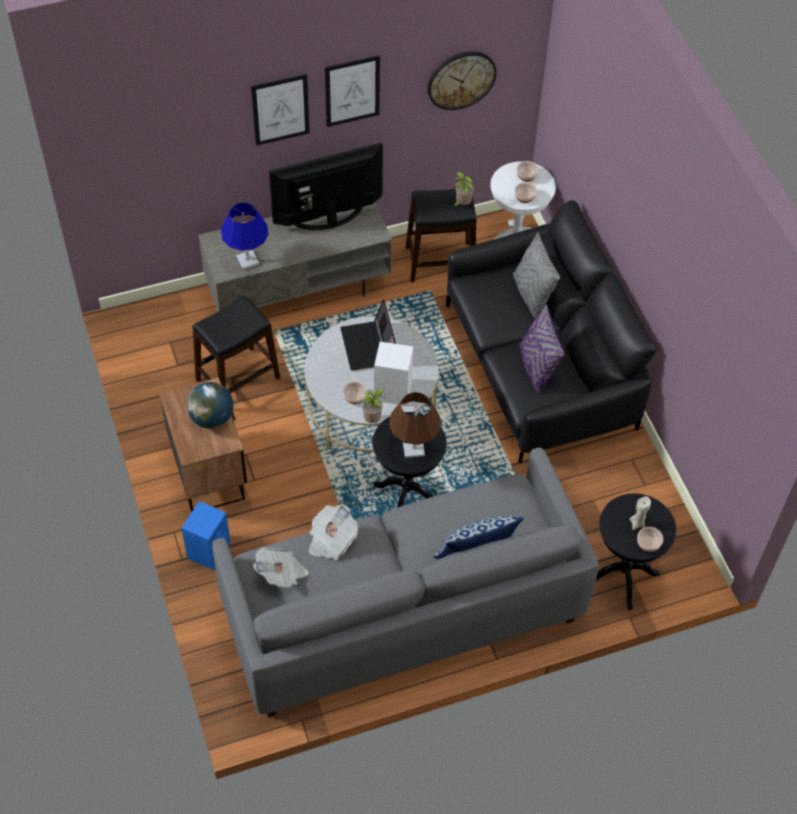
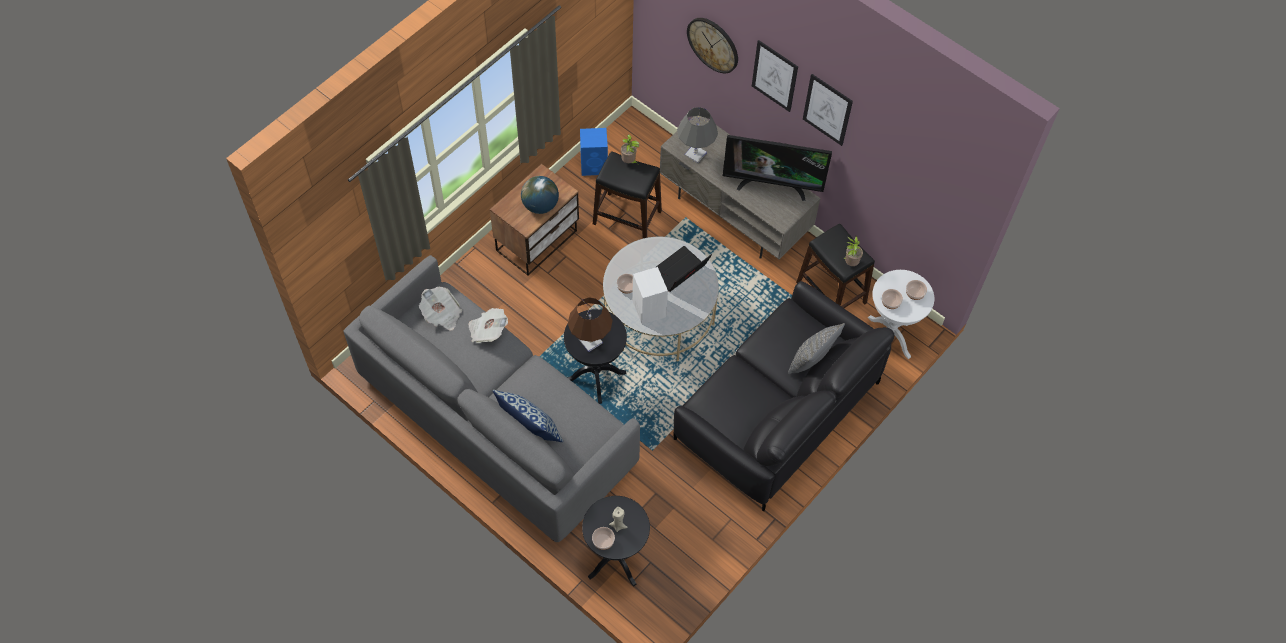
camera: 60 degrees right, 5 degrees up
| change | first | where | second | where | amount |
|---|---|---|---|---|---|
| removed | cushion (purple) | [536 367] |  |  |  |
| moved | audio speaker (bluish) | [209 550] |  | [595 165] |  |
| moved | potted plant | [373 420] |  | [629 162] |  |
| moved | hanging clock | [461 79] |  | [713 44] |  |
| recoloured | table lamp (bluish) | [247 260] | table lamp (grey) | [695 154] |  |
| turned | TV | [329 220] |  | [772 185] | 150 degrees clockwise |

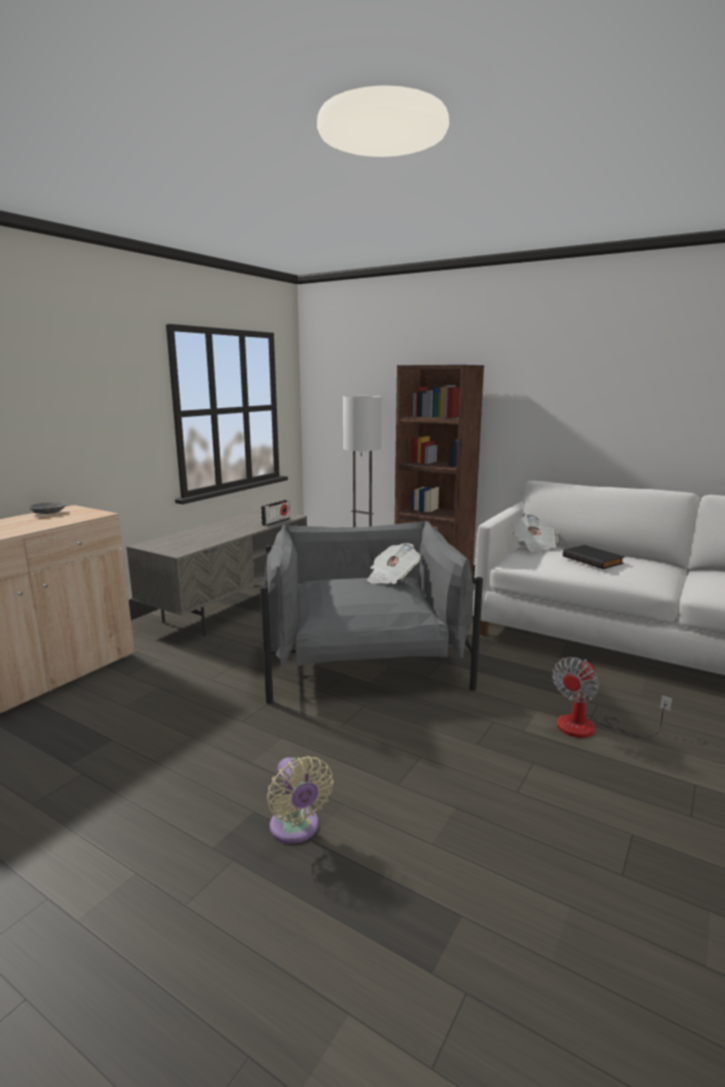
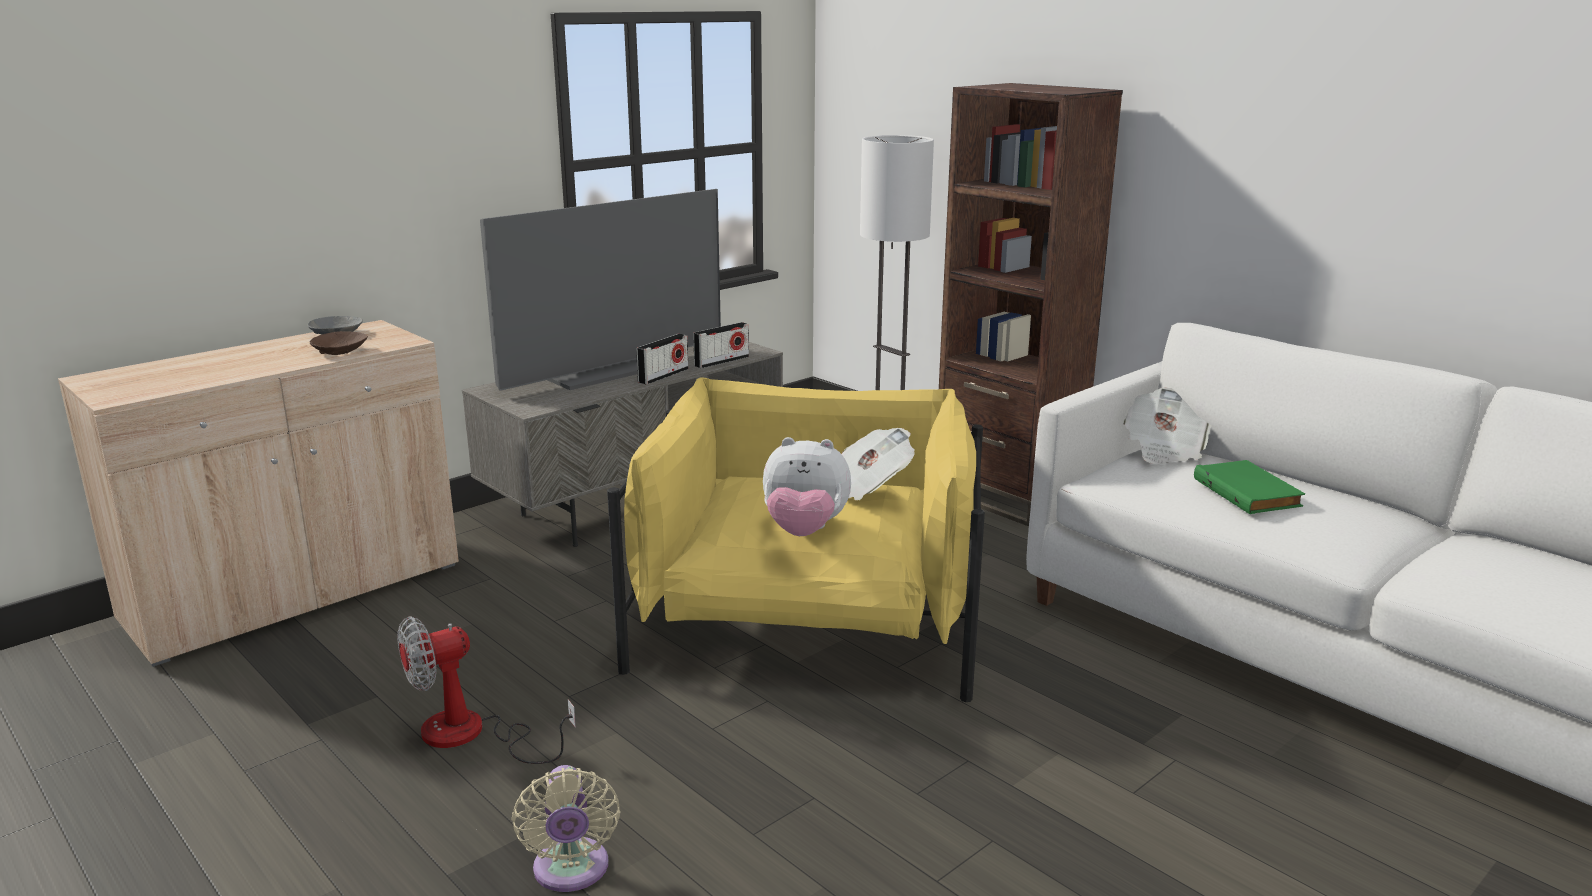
camera: 15 degrees right, 5 degrees up
| change | first | where | second | where | amount |
|---|---|---|---|---|---|
| added |  |  | deep dish (brown) | [339 351] |  |
| added |  |  | TV | [610 369] |  |
| added |  |  | radio receiver | [663 376] |  |
| added |  |  | plush toy | [804 531] |  |
| moved | electric fan | [590 728] |  | [472 735] |  |
| recoloured | easy chair (grey) | [364 658] | easy chair (yellow) | [810 619] |  |
| recoloured | book (black-coloured) | [593 560] | book (green) | [1249 492] |  |

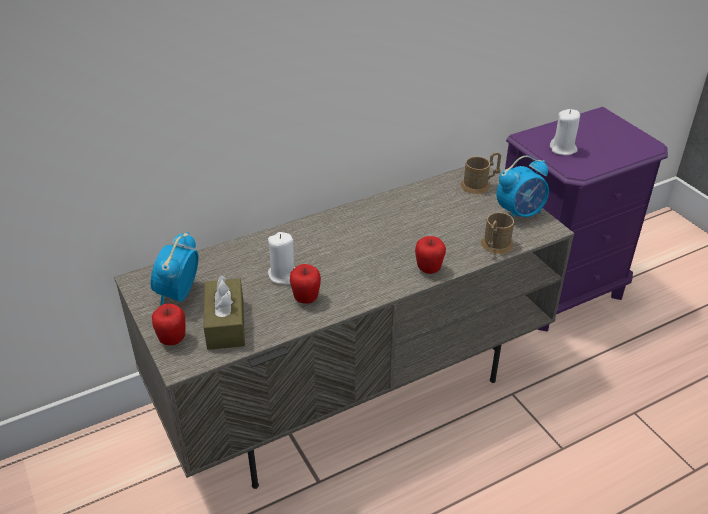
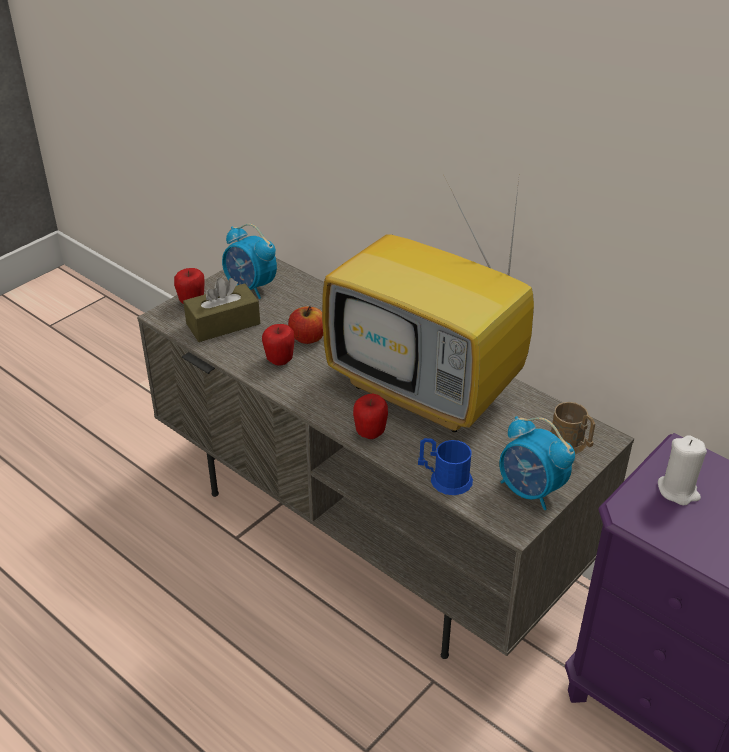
camera: 70 degrees right, 0 degrees up
| change | first | where | second | where | amount |
|---|---|---|---|---|---|
| added |  |  | TV | [428 390] |  |
| replaced | candle (white-coloured) | [283 275] | apple fruit | [308 338] |  |
| recoloured | tea mug (brown) | [495 246] | tea mug (bluish) | [445 479] |  |
| turned | bedside clock | [178 294] |  | [250 288] | 135 degrees counterclockwise |

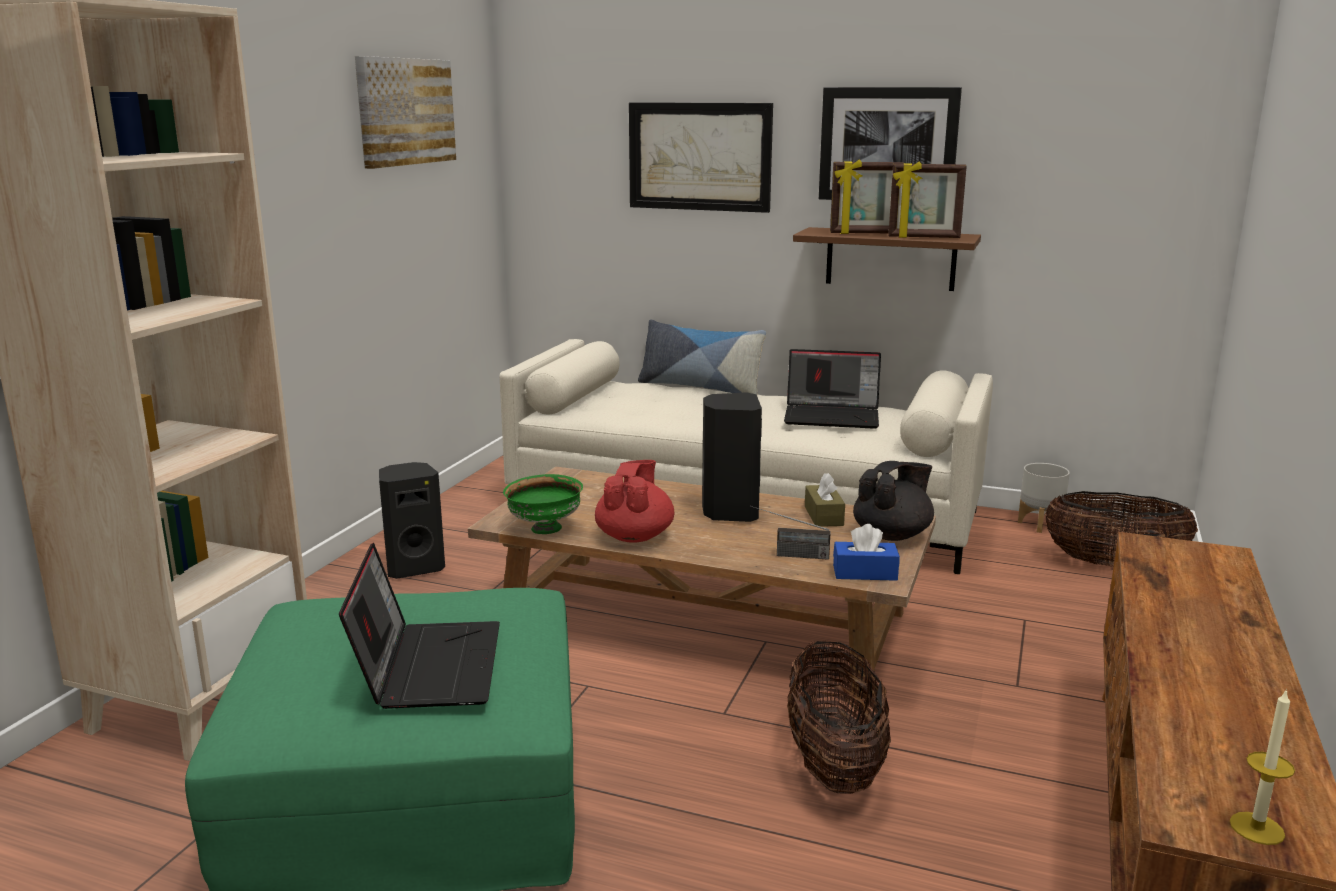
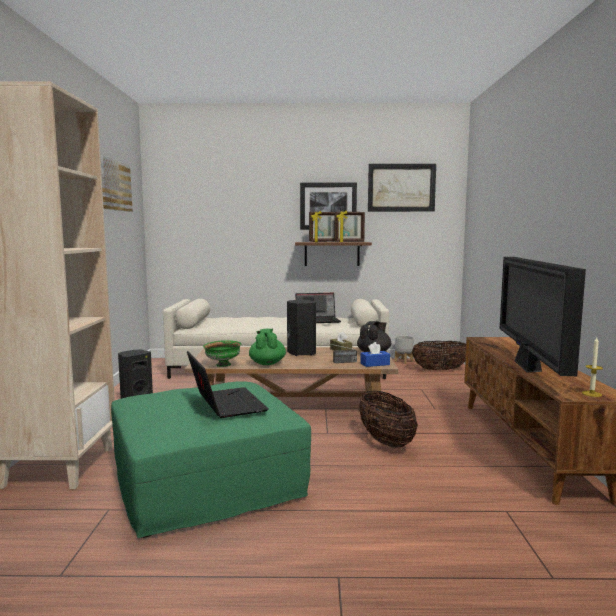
camera: 20 degrees left, 10 degrees down
| change | first | where | second | where | amount |
|---|---|---|---|---|---|
| removed | cushion | [700 387] |  |  |  |
| added |  |  | TV | [527 367] |  |
| moved | wall art | [700 156] |  | [401 188] |  |
| recoloured | tea pot (red-coloured) | [635 536] | tea pot (green) | [267 363] |  |

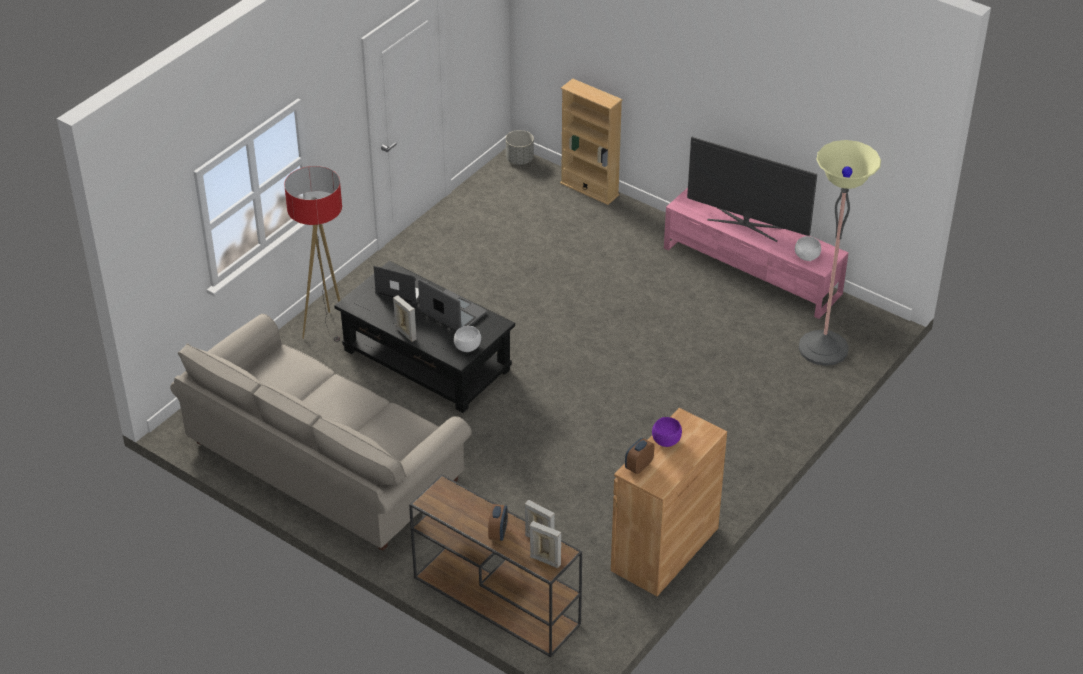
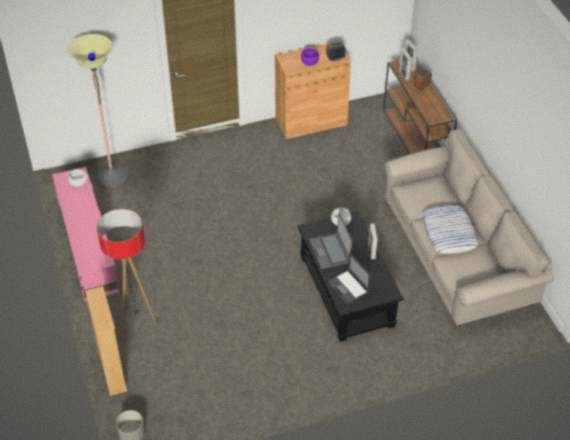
camera: 145 degrees left, 5 degrees up
| change | first | where | second | where | amount |
|---|---|---|---|---|---|
| removed | TV | [746 224] |  |  |  |
| added |  |  | cushion | [449 233] |  |
| moved | standard lamp | [327 329] |  | [136 323] |  |

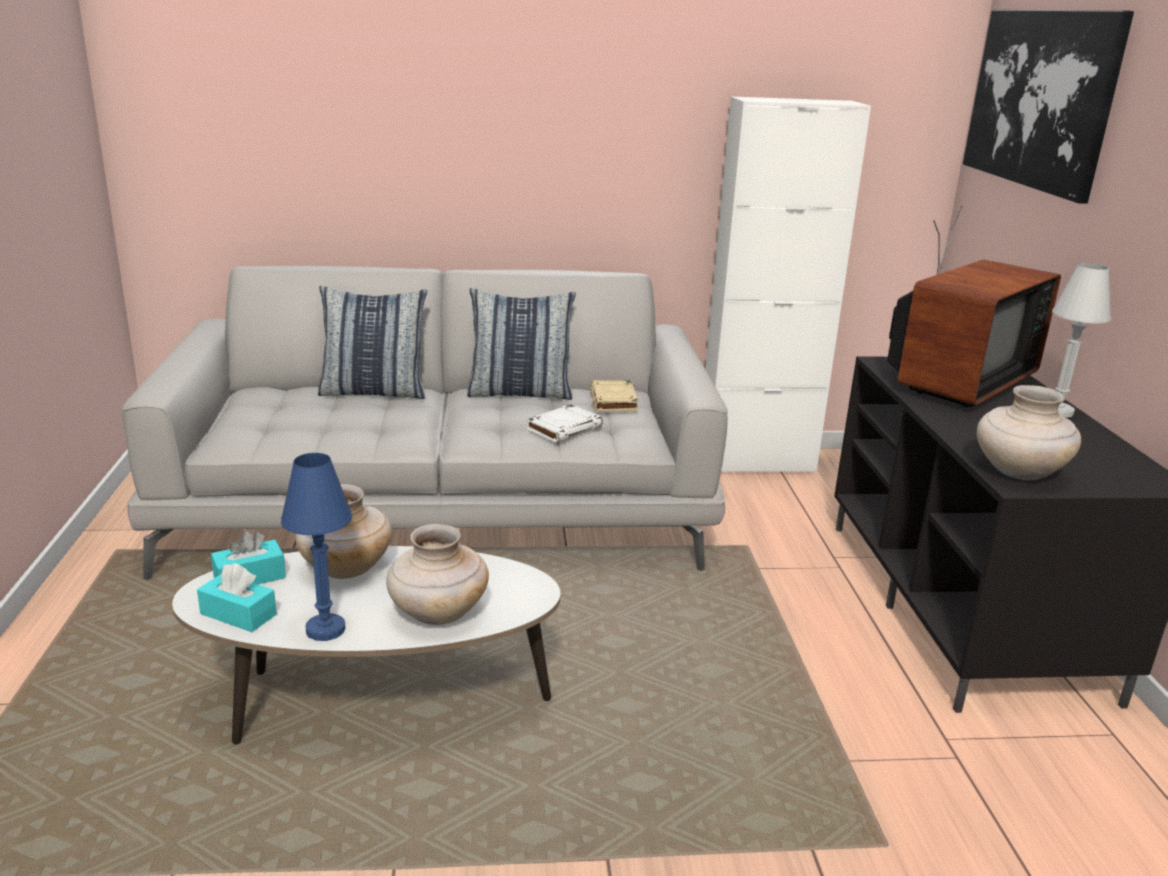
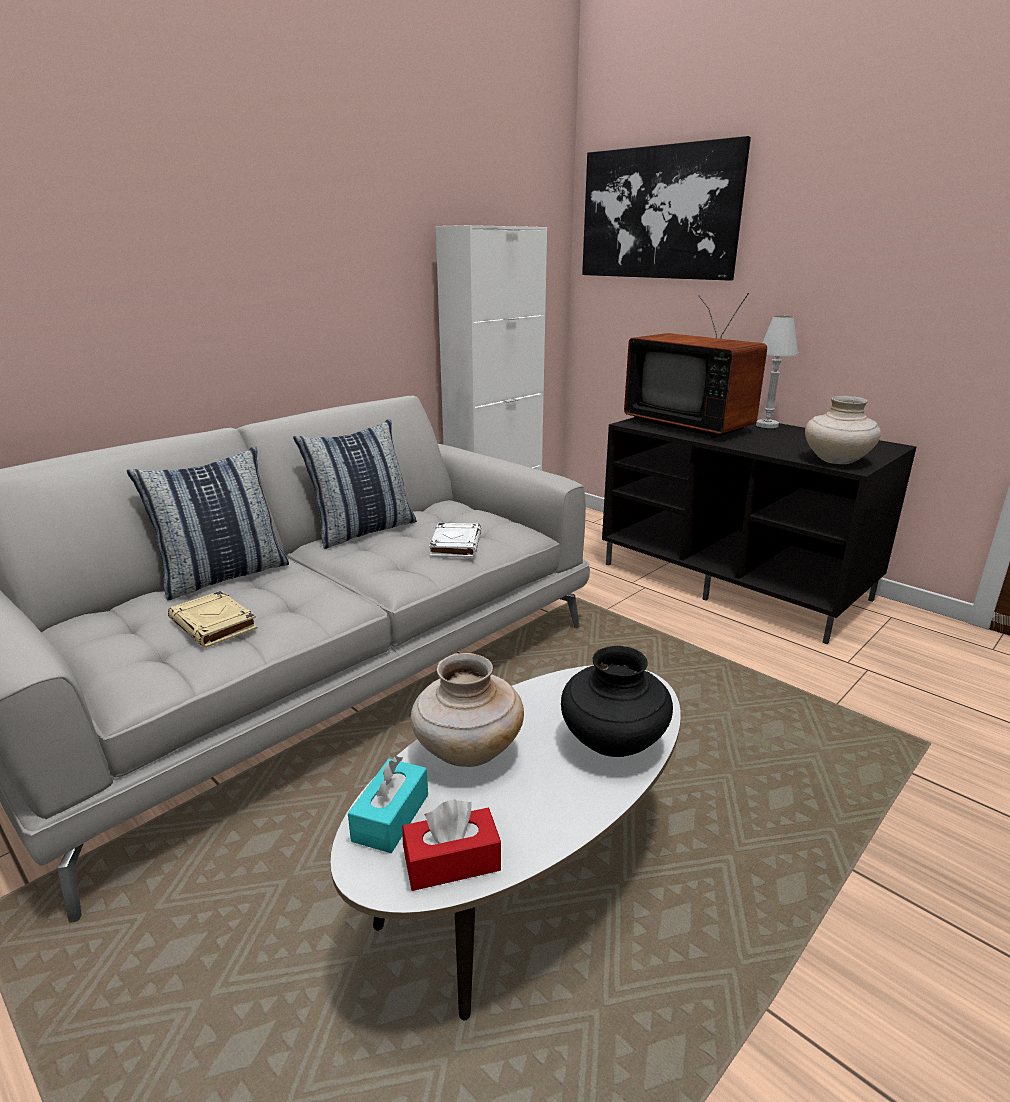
camera: 40 degrees left, 0 degrees up
| change | first | where | second | where | amount |
|---|---|---|---|---|---|
| removed | table lamp (bluish) | [325 629] |  |  |  |
| moved | book (beige-coloured) | [613 401] |  | [214 625] |  |
| recoloured | box of tissues (blue-green) | [238 614] | box of tissues (red-coloured) | [452 862] |  |
| recoloured | decorative vase (beige-coloured) | [437 614] | decorative vase (black-coloured) | [612 743] |  |
| turned | TV | [954 383] |  | [691 425] | 135 degrees clockwise |

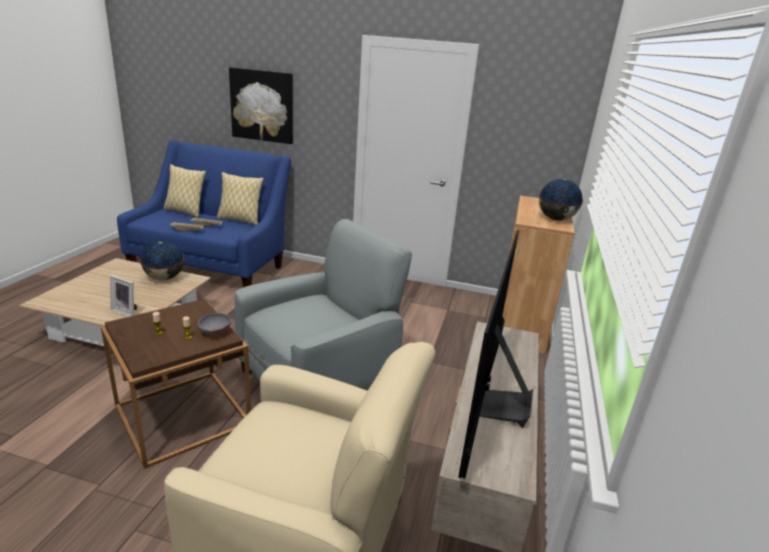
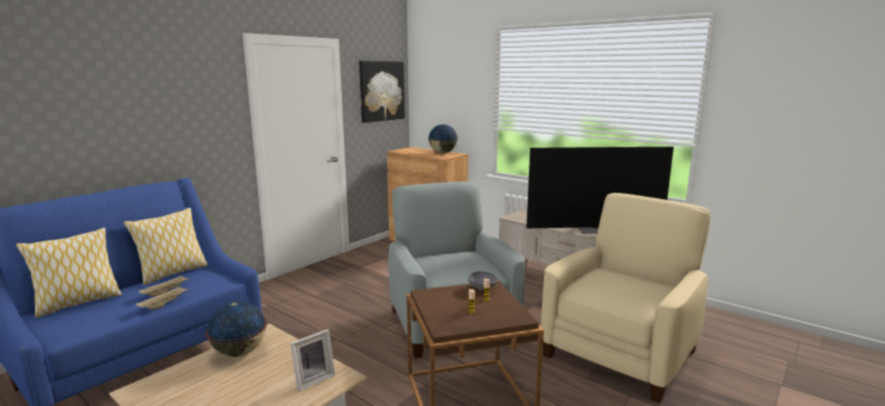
camera: 65 degrees left, 10 degrees down
| change | first | where | second | where | amount |
|---|---|---|---|---|---|
| moved | wall art | [262 105] |  | [381 91] |  |
| turned | TV | [494 406] |  | [593 230] | 45 degrees counterclockwise |

